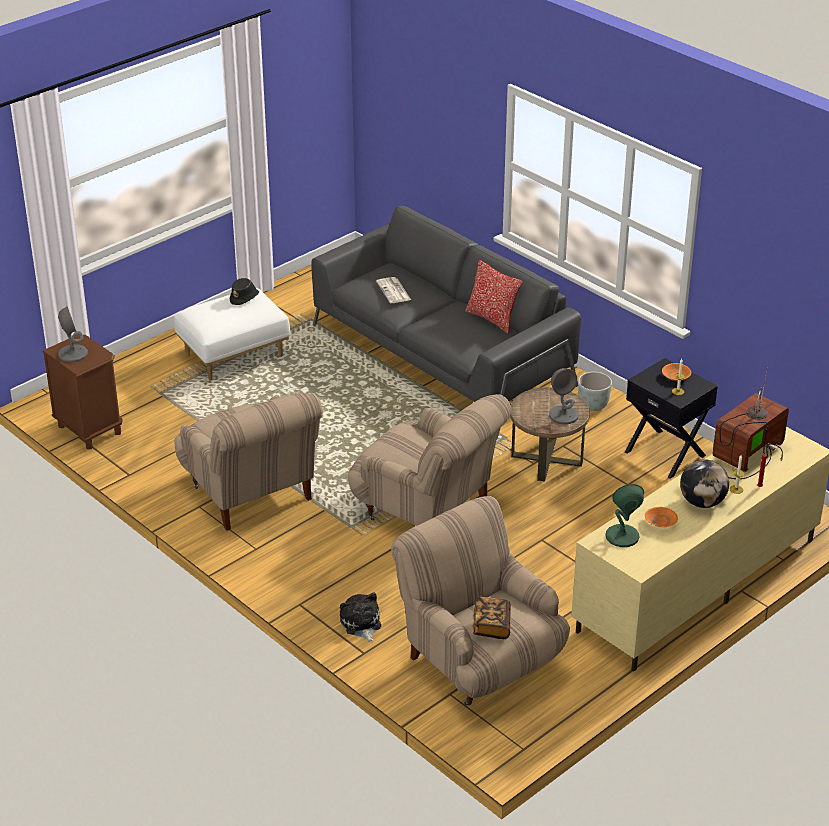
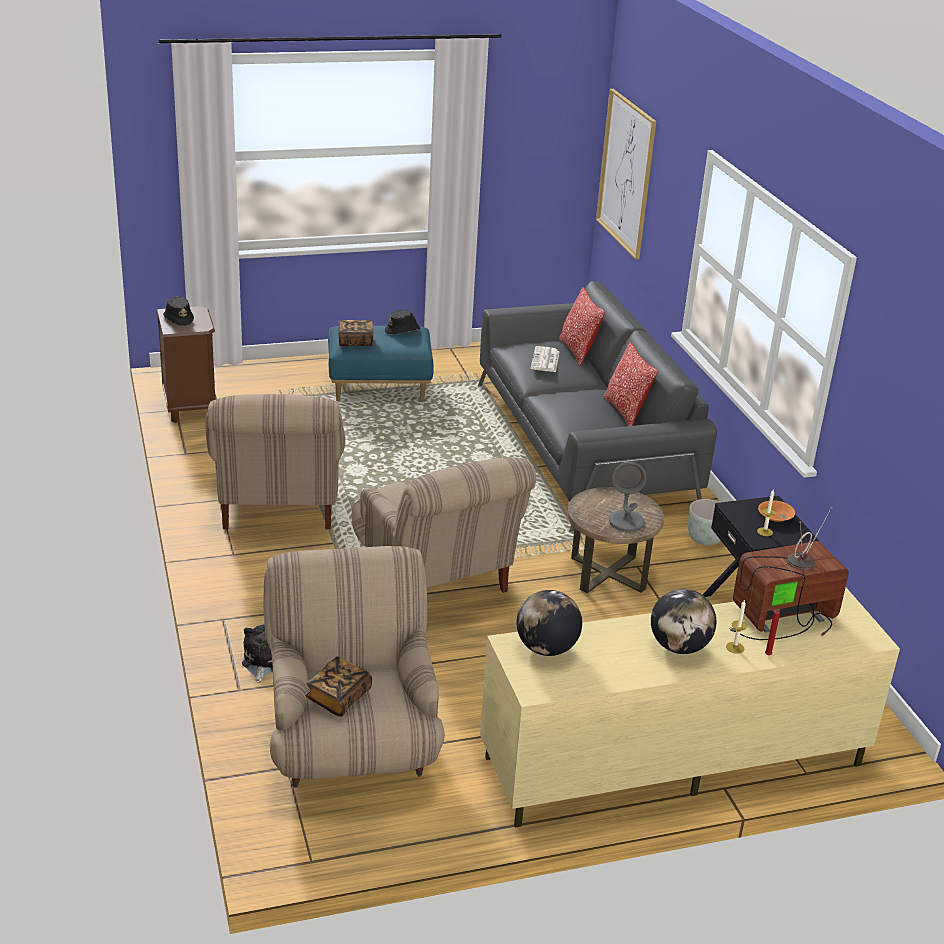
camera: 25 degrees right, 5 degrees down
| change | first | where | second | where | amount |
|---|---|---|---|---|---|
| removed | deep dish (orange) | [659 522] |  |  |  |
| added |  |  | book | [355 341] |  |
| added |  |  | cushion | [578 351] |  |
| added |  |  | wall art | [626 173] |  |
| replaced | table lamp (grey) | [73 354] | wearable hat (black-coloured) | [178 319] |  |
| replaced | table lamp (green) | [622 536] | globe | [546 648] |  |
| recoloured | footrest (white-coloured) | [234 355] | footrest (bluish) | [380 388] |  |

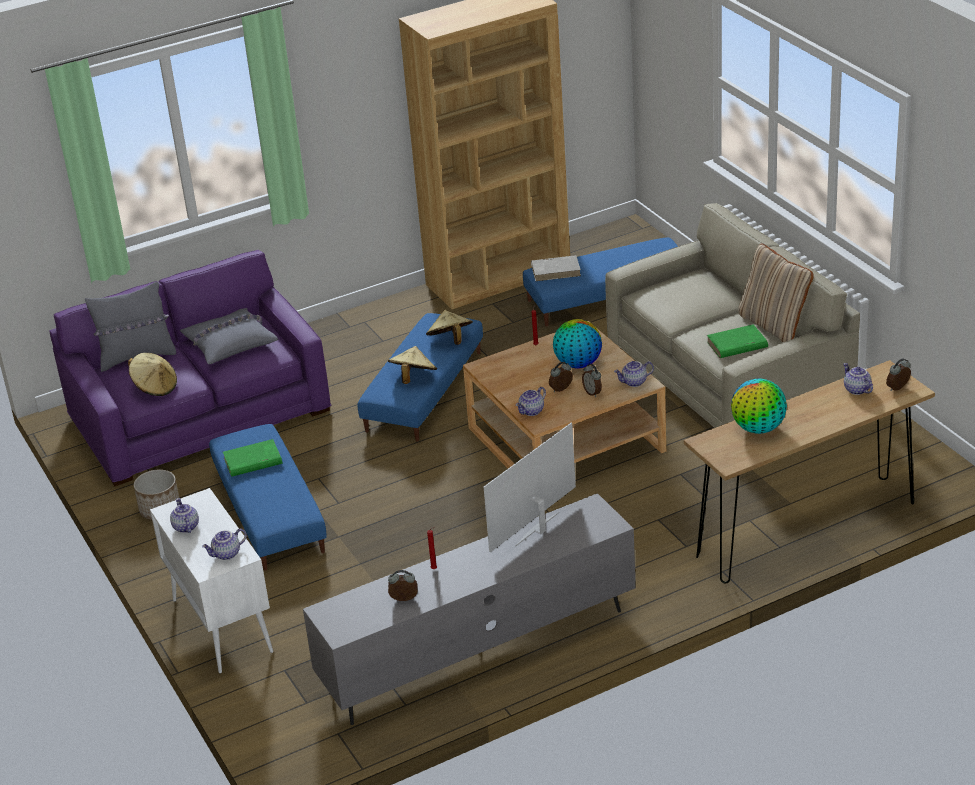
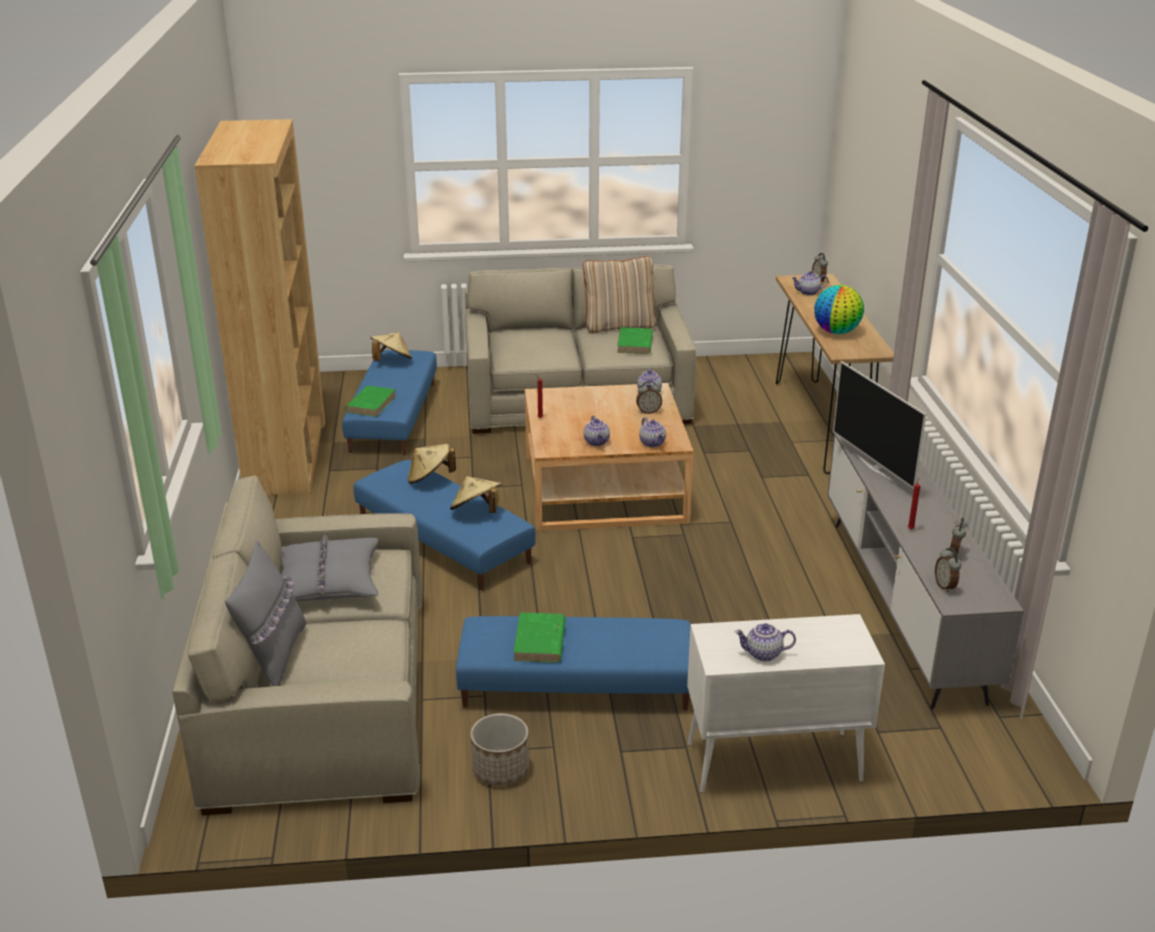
camera: 70 degrees left, 5 degrees down
| change | first | where | second | where | amount |
|---|---|---|---|---|---|
| removed | globe | [578 364] |  |  |  |
| moved | wearable hat (beige-coloured) | [155 387] |  | [391 361] |  |
| moved | tea pot | [227 554] |  | [597 442] |  |
| moved | bedside clock | [561 390] |  | [945 586] |  |
| recoloured | couch (purple) | [200 413] | couch (beige-coloured) | [318 697] |  |
| recoloured | book (white-coloured) | [556 270] | book (green) | [371 404] |  |

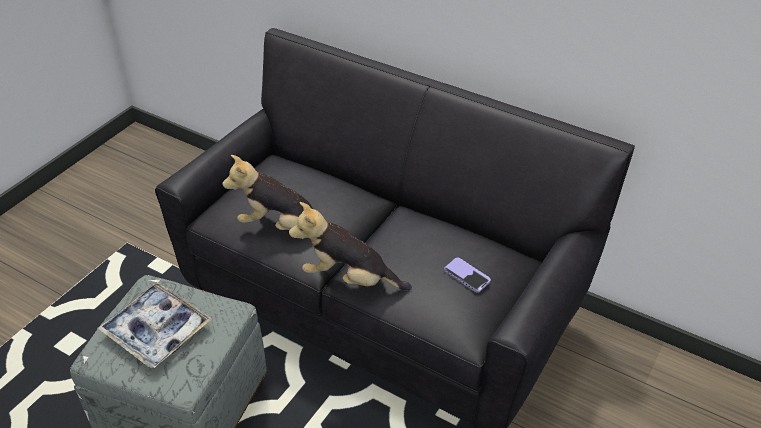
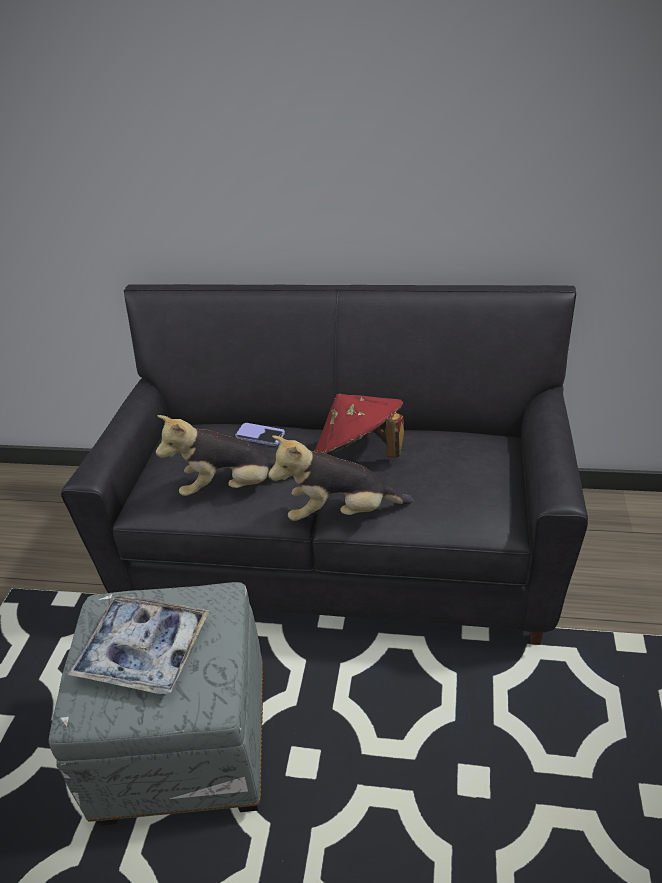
camera: 20 degrees left, 5 degrees down
| change | first | where | second | where | amount |
|---|---|---|---|---|---|
| added |  |  | wearable hat (red-coloured) | [359 454] |  |
| moved | phone | [467 276] |  | [260 435] |  |

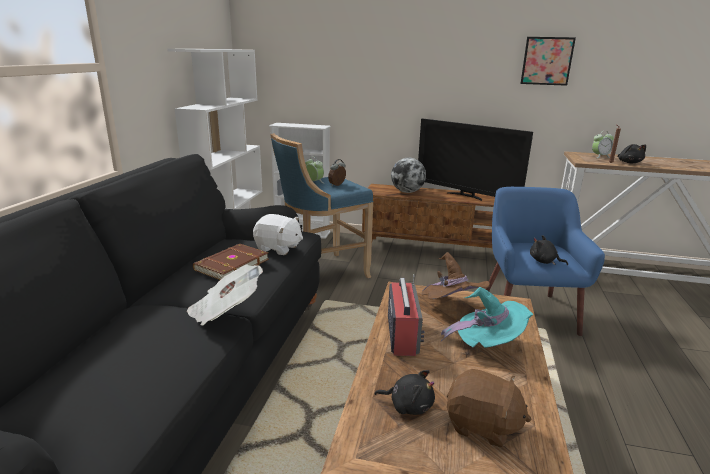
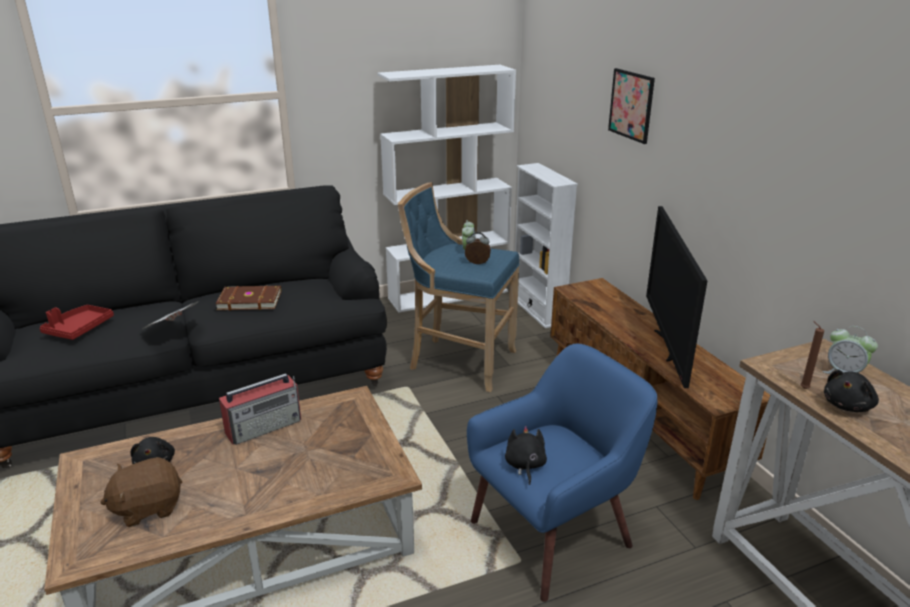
camera: 55 degrees right, 5 degrees up
| change | first | where | second | where | amount |
|---|---|---|---|---|---|
| removed | plush toy (white-coloured) | [278 248] |  |  |  |
| removed | globe | [407 192] |  |  |  |
| removed | wearable hat (brown) | [451 307] |  |  |  |
| removed | wearable hat (blue-green) | [487 344] |  |  |  |
| added |  |  | tray (red-coloured) | [79 329] |  |
| moved | wall art | [547 61] |  | [631 105] |  |
| turned | plush toy (brown) | [482 425] |  | [148 507] | 75 degrees clockwise |

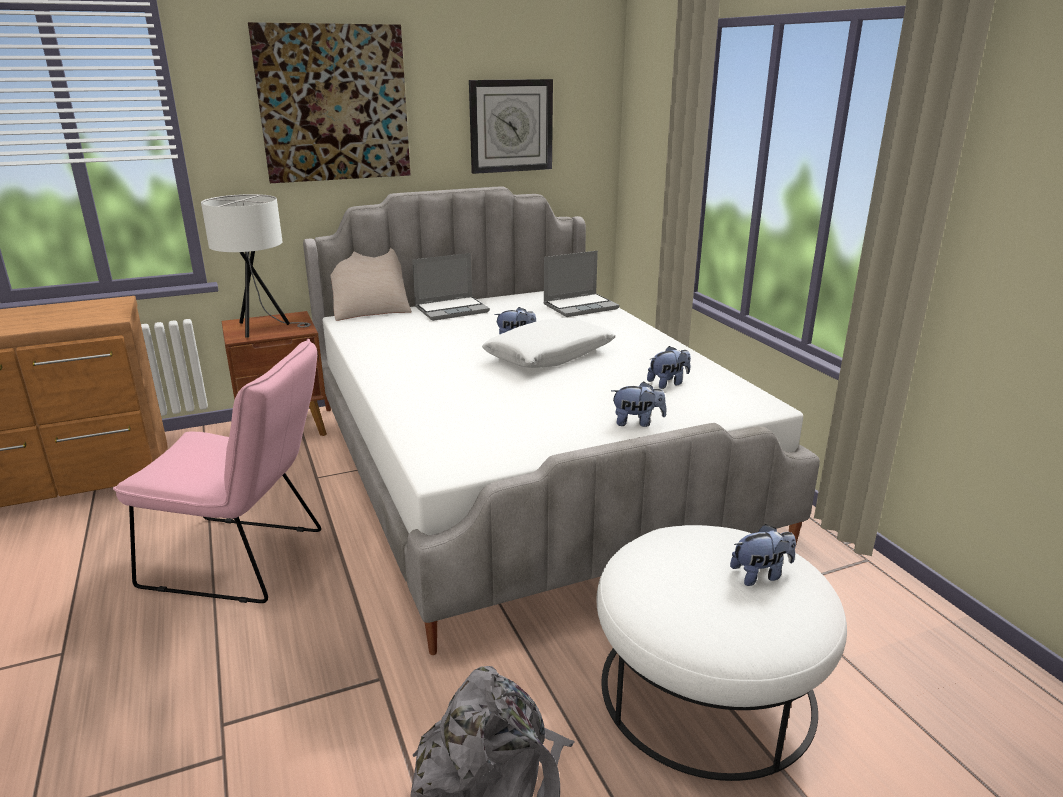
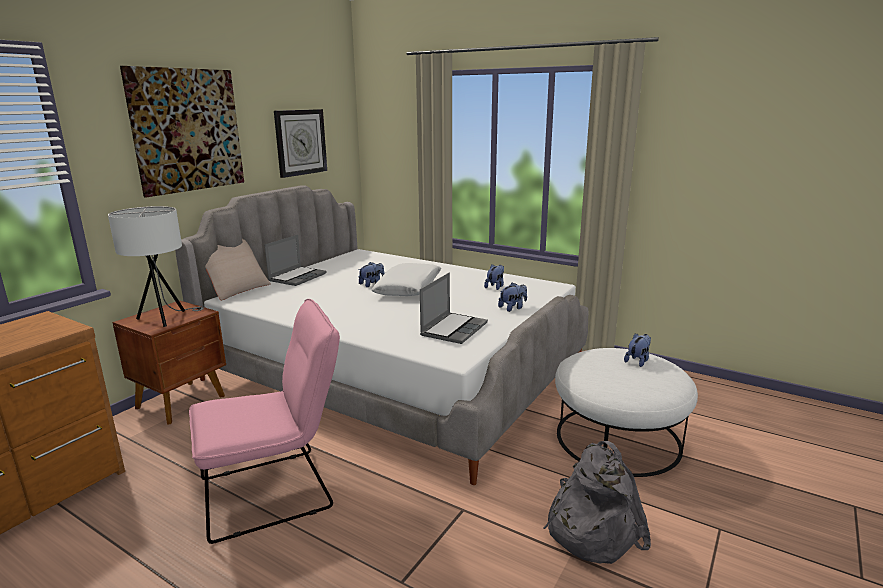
camera: 35 degrees left, 5 degrees down
| change | first | where | second | where | amount |
|---|---|---|---|---|---|
| moved | notebook computer | [581 306] |  | [453 329] |  |

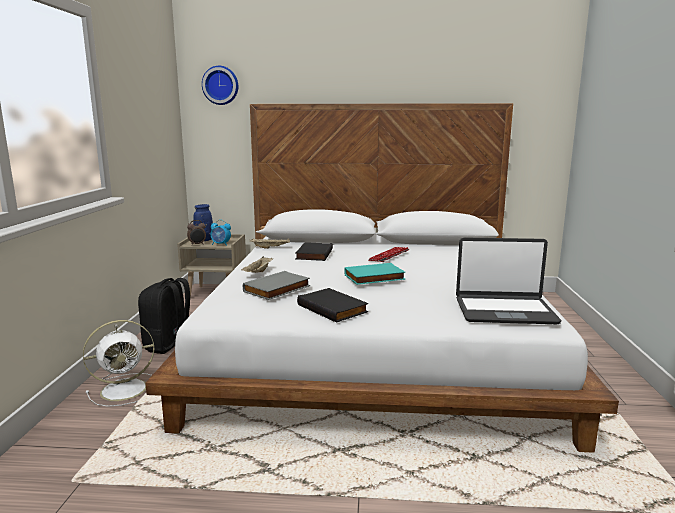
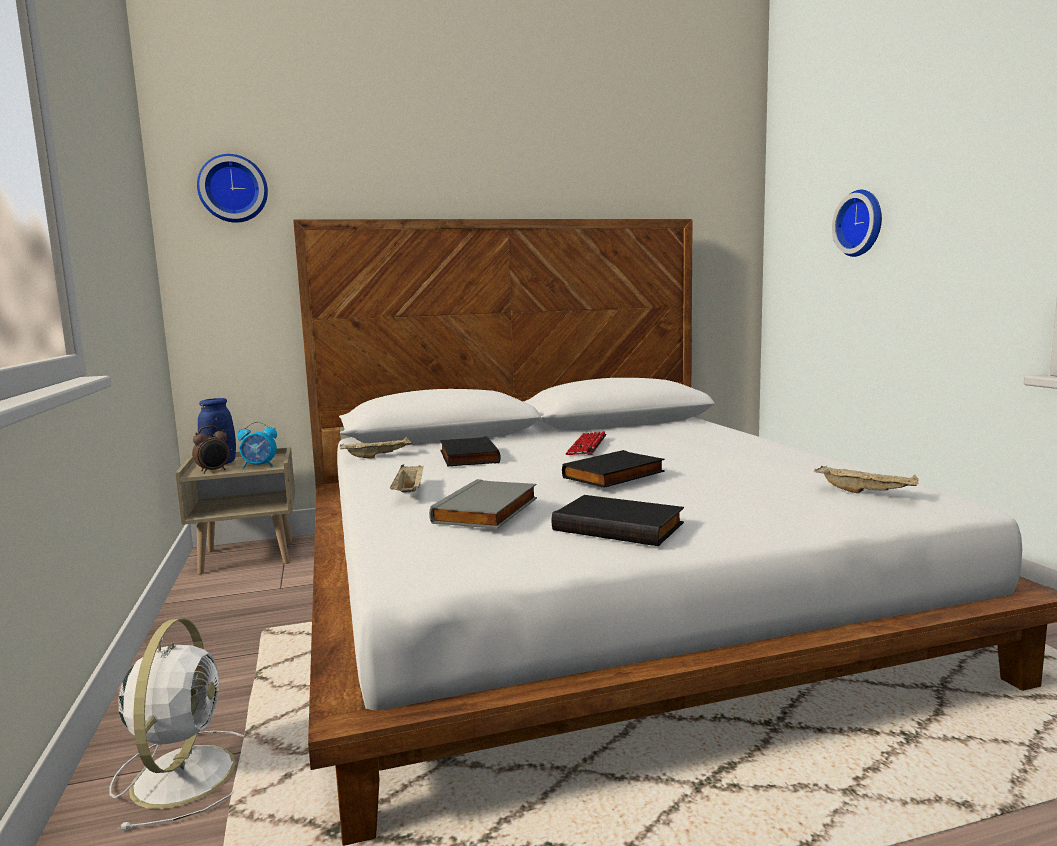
camera: 20 degrees left, 5 degrees down
| change | first | where | second | where | amount |
|---|---|---|---|---|---|
| removed | knapsack (black-coloured) | [169 345] |  |  |  |
| added |  |  | hanging clock | [861 223] |  |
| replaced | notebook computer | [504 311] | tray (beige-coloured) | [866 492] |  |
| recoloured | book (blue-green) | [374 278] | book (black-coloured) | [615 475] |  |
| turned | electric fan (white-coloured) | [126 389] |  | [185 773] | 45 degrees counterclockwise |

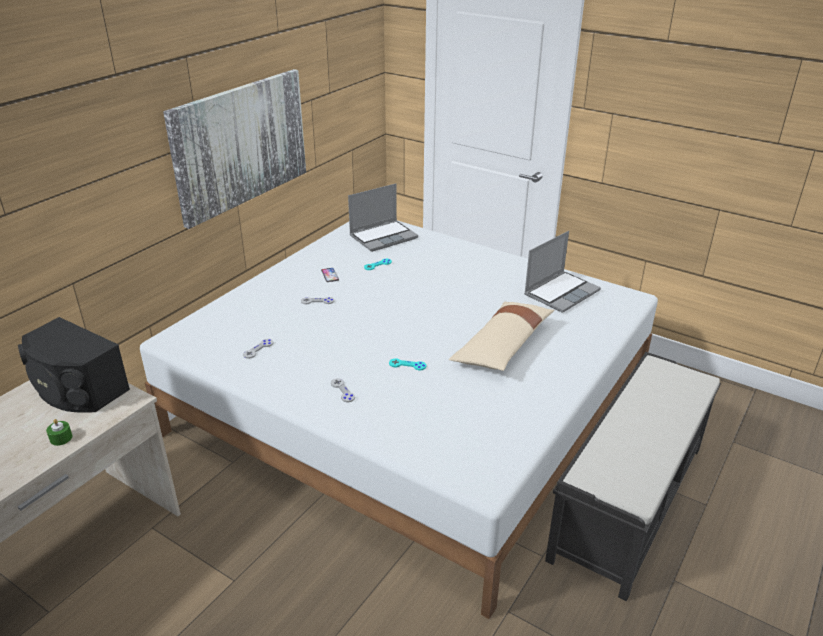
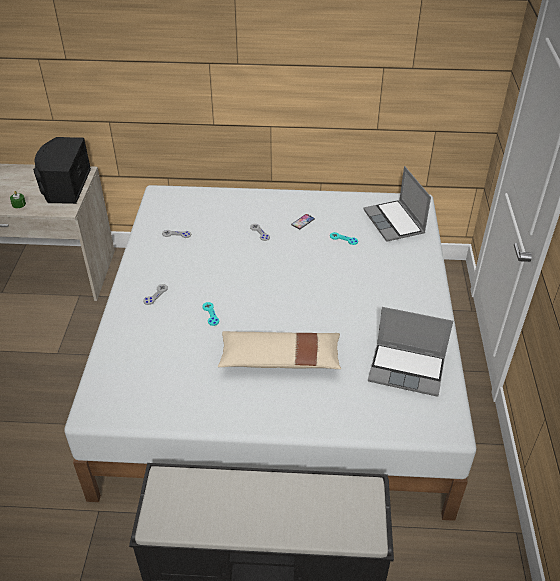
camera: 60 degrees right, 10 degrees up
| change | first | where | second | where | amount |
|---|---|---|---|---|---|
| removed | wall art | [240 144] |  |  |  |
| turned | notebook computer | [383 237] |  | [395 222] | 45 degrees clockwise |

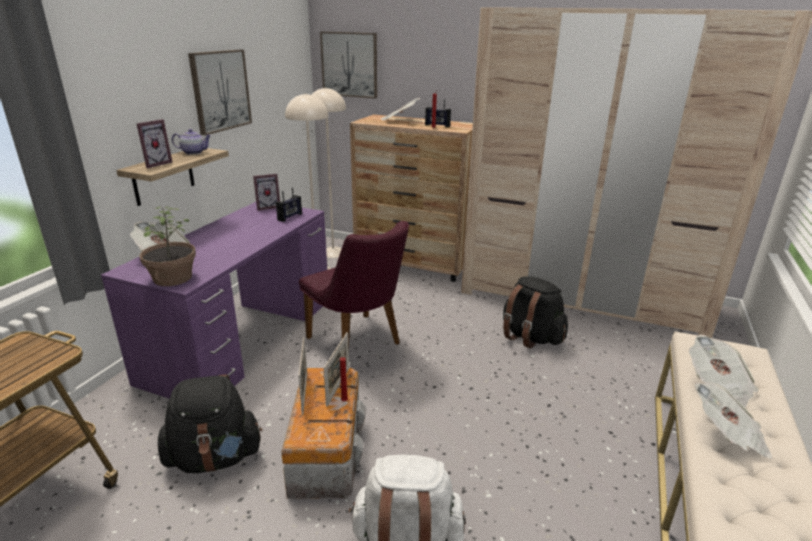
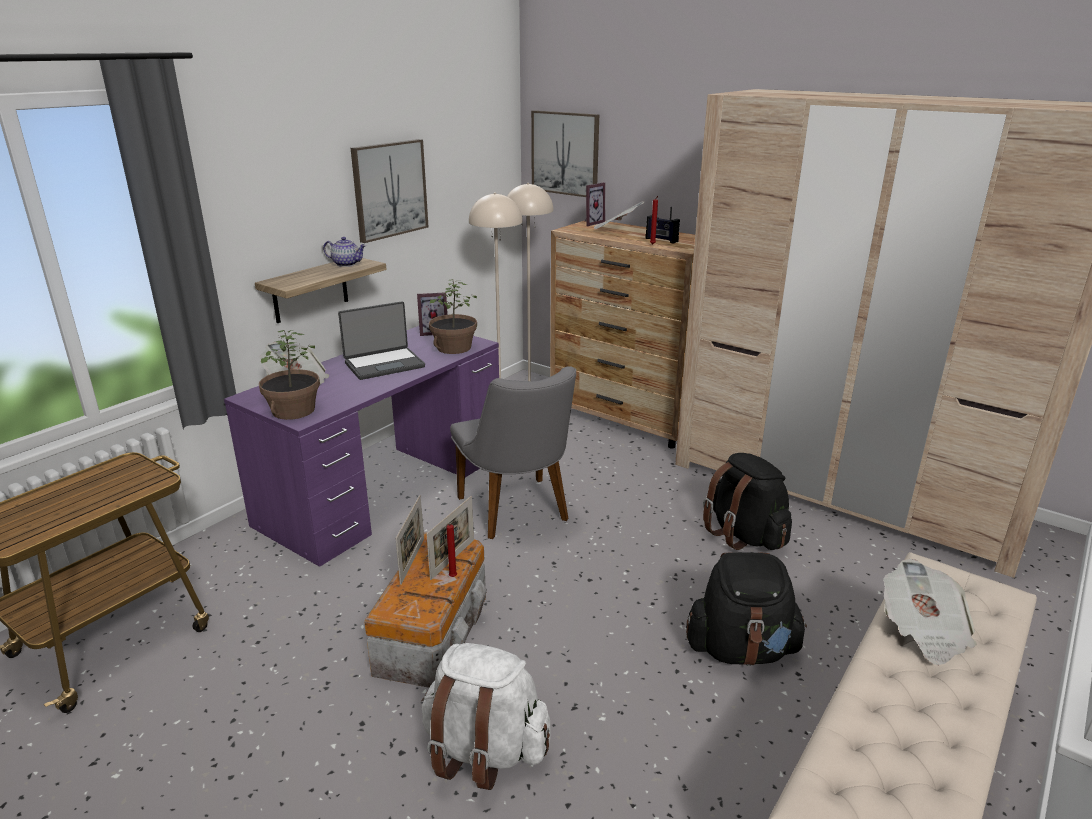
camera: 15 degrees right, 0 degrees up
| change | first | where | second | where | amount |
|---|---|---|---|---|---|
| removed | newspaper | [727 435] |  |  |  |
| added |  |  | notebook computer | [384 364] |  |
| moved | standing frame | [155 164] |  | [590 223] |  |
| moved | knapsack (black-coloured) | [215 458] |  | [741 650] |  |
| replaced | radio receiver | [290 217] | potted plant | [454 347] |  |
| recoloured | upright chair (purple) | [359 343] | upright chair (grey) | [517 513] |  |

